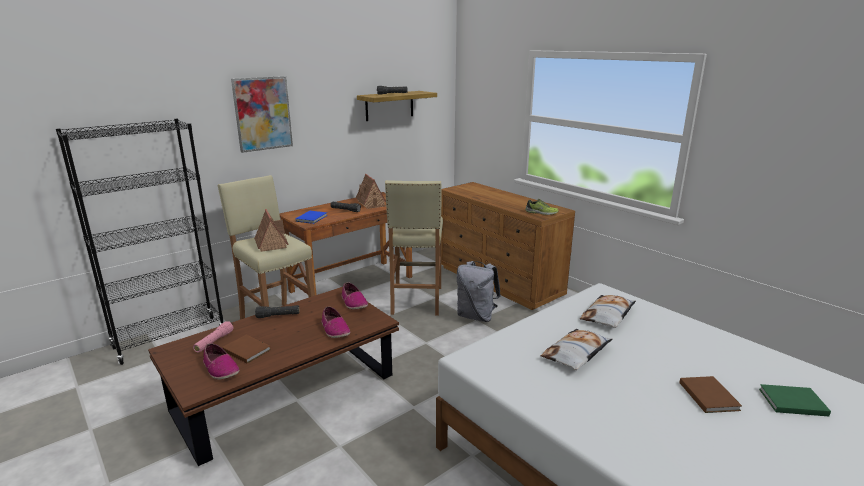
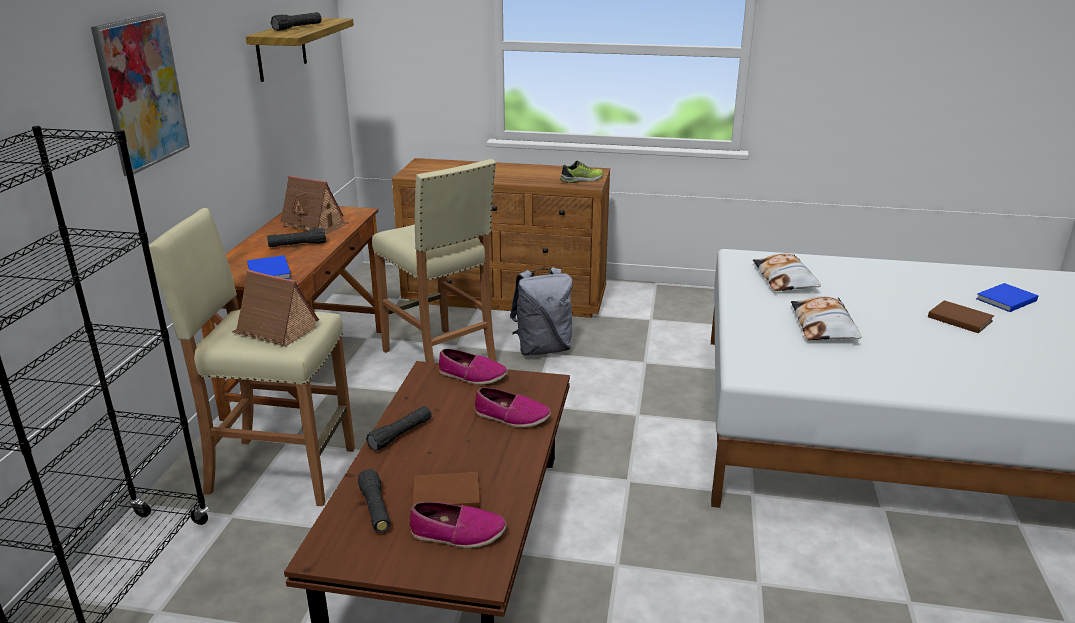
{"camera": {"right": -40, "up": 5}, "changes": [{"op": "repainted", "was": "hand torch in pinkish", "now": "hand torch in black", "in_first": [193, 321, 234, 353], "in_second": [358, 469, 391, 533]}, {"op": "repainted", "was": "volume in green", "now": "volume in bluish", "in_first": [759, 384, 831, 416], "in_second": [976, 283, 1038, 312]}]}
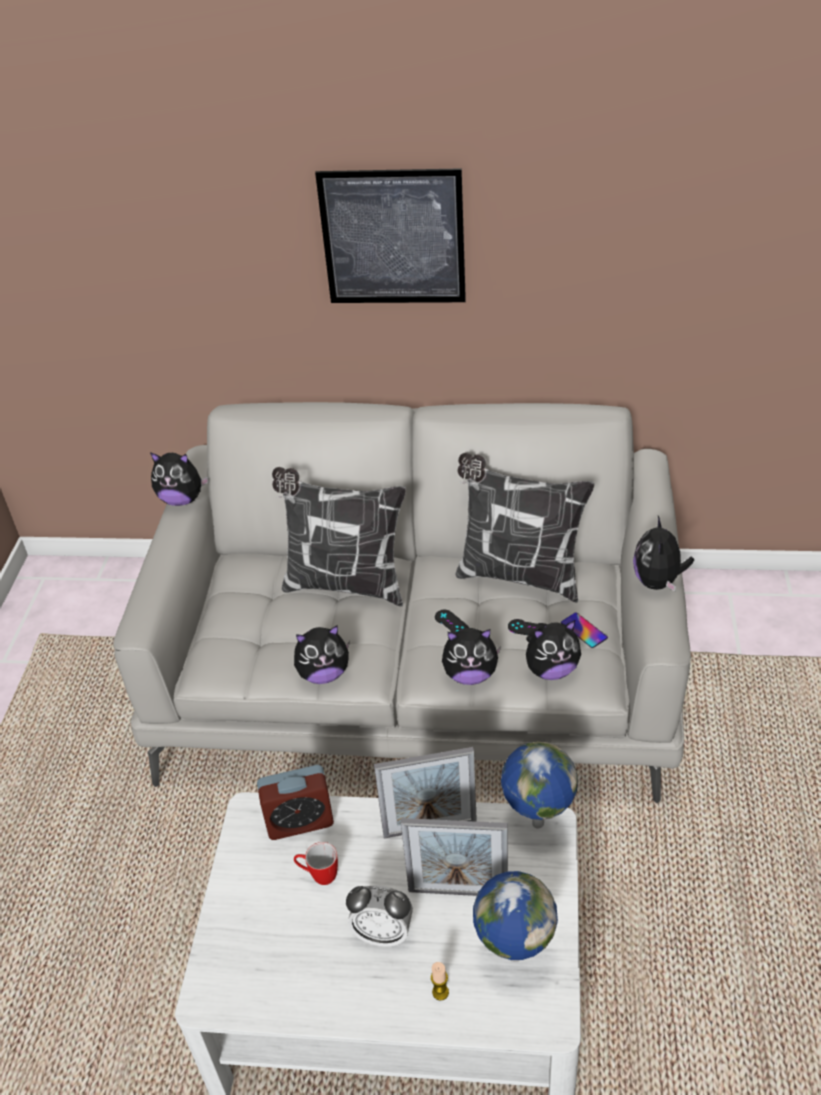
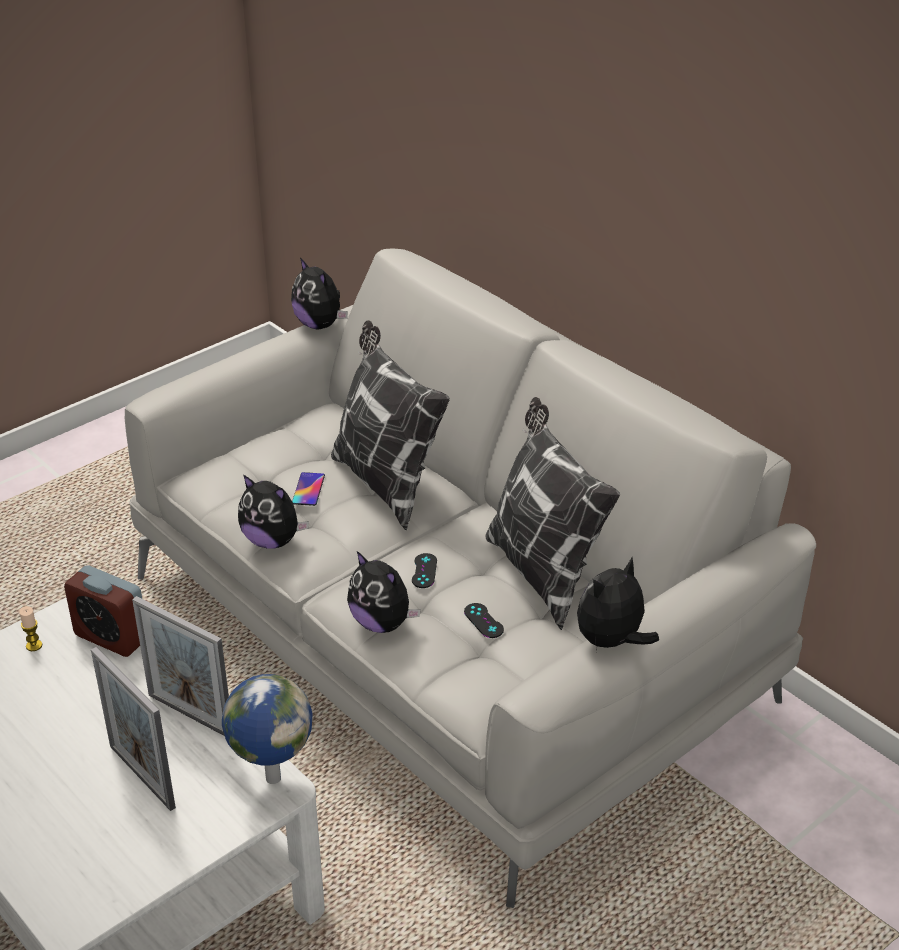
{"camera": {"right": 40, "up": -5}, "changes": [{"op": "shifted", "was": "wax candle", "in_first": [431, 962, 449, 1000], "in_second": [19, 606, 42, 651]}, {"op": "shifted", "was": "phone", "in_first": [561, 612, 608, 648], "in_second": [292, 472, 325, 506]}, {"op": "gone", "was": "tea mug", "in_first": [294, 842, 338, 885]}, {"op": "gone", "was": "picture", "in_first": [315, 168, 466, 303]}, {"op": "gone", "was": "bedside clock", "in_first": [346, 885, 413, 947]}, {"op": "gone", "was": "globe", "in_first": [473, 871, 558, 962]}, {"op": "gone", "was": "soft toy", "in_first": [526, 620, 581, 680]}]}
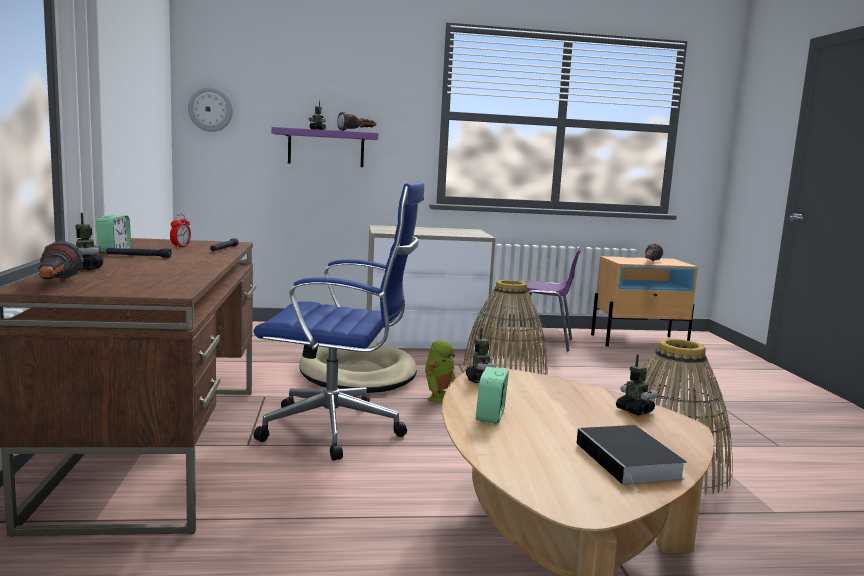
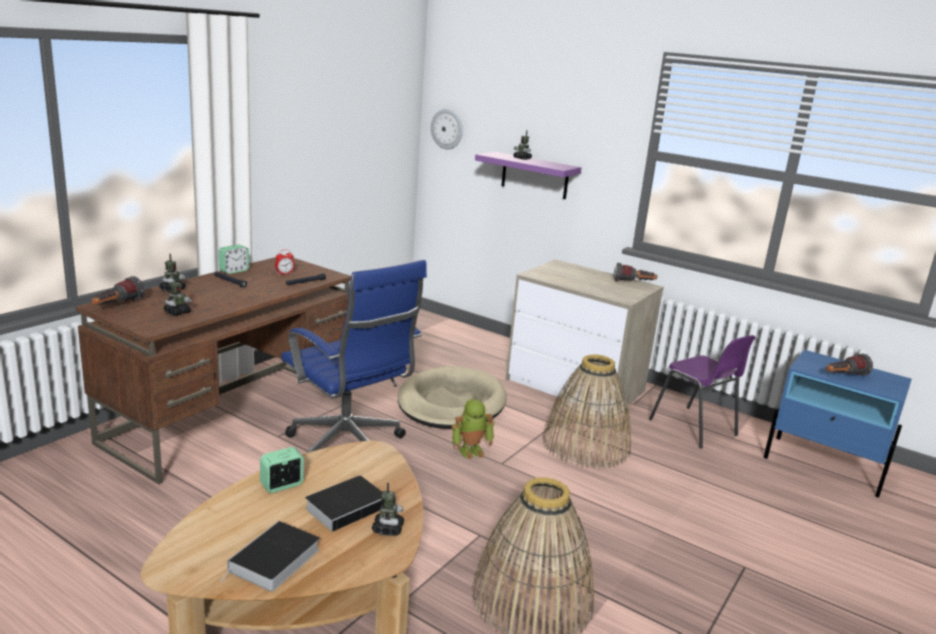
{"camera": {"right": 40, "up": 10}, "changes": [{"op": "shifted", "was": "model robot", "in_first": [465, 328, 496, 383], "in_second": [164, 274, 192, 316]}, {"op": "new", "now": "volume", "in_second": [305, 476, 382, 532]}, {"op": "shifted", "was": "hand torch", "in_first": [338, 112, 376, 131], "in_second": [614, 263, 657, 282]}, {"op": "repainted", "was": "nightstand in sand-coloured", "now": "nightstand in bluish", "in_first": [591, 256, 698, 346], "in_second": [764, 350, 912, 497]}]}
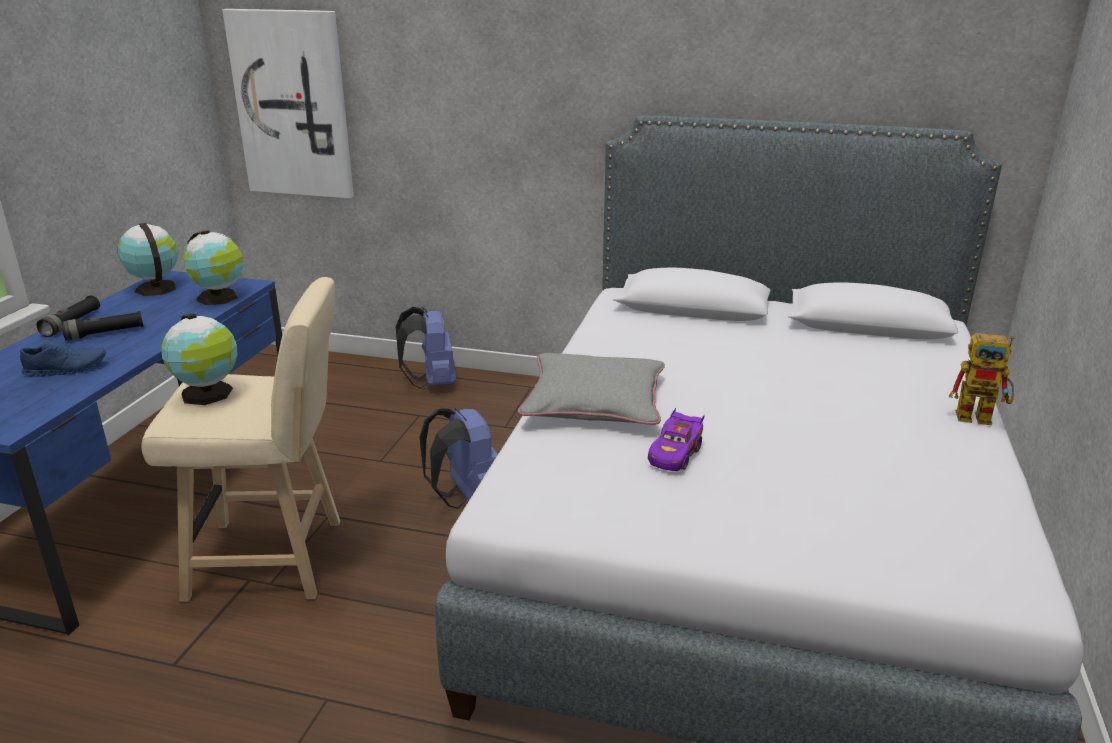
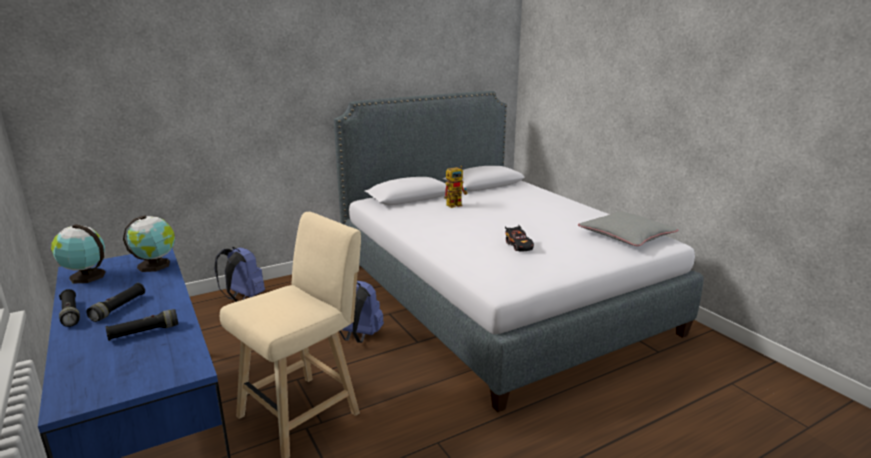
{"camera": {"right": -45, "up": -5}, "changes": [{"op": "swapped", "was": "shoe in bluish", "now": "hand torch in black", "in_first": [20, 339, 106, 377], "in_second": [106, 309, 178, 341]}, {"op": "shifted", "was": "model robot", "in_first": [949, 333, 1015, 425], "in_second": [444, 166, 468, 208]}, {"op": "repainted", "was": "miniature car in purplish", "now": "miniature car in black", "in_first": [648, 408, 705, 471], "in_second": [505, 225, 534, 251]}, {"op": "shifted", "was": "throw pillow in grey", "in_first": [518, 353, 665, 425], "in_second": [578, 211, 678, 246]}, {"op": "gone", "was": "globe", "in_first": [161, 314, 237, 405]}, {"op": "gone", "was": "picture", "in_first": [222, 9, 354, 198]}]}
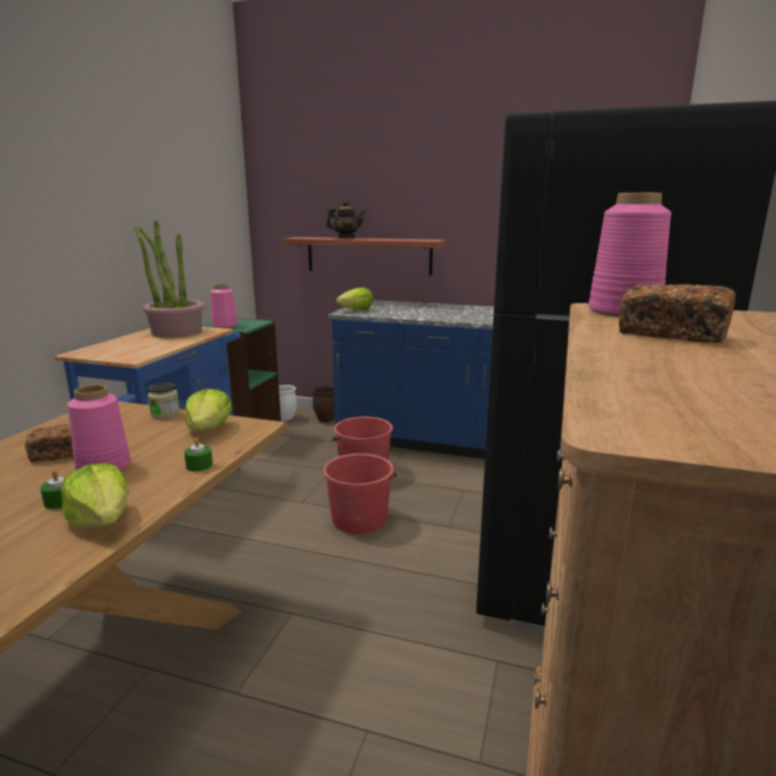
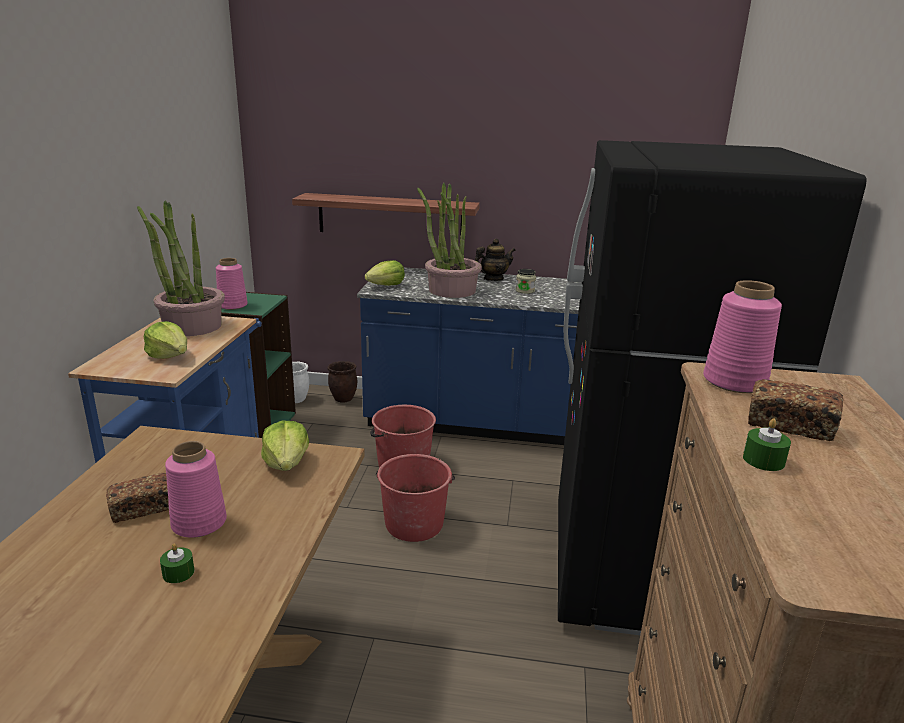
{"camera": {"right": -10, "up": 5}, "changes": [{"op": "shifted", "was": "lettuce", "in_first": [61, 463, 130, 528], "in_second": [144, 321, 187, 359]}, {"op": "new", "now": "houseplant", "in_second": [417, 183, 482, 298]}, {"op": "shifted", "was": "pot for tea", "in_first": [326, 200, 365, 238], "in_second": [475, 238, 516, 281]}, {"op": "shifted", "was": "jar", "in_first": [148, 383, 180, 419], "in_second": [516, 269, 536, 294]}, {"op": "shifted", "was": "wax candle in green", "in_first": [184, 437, 213, 472], "in_second": [743, 418, 791, 471]}]}
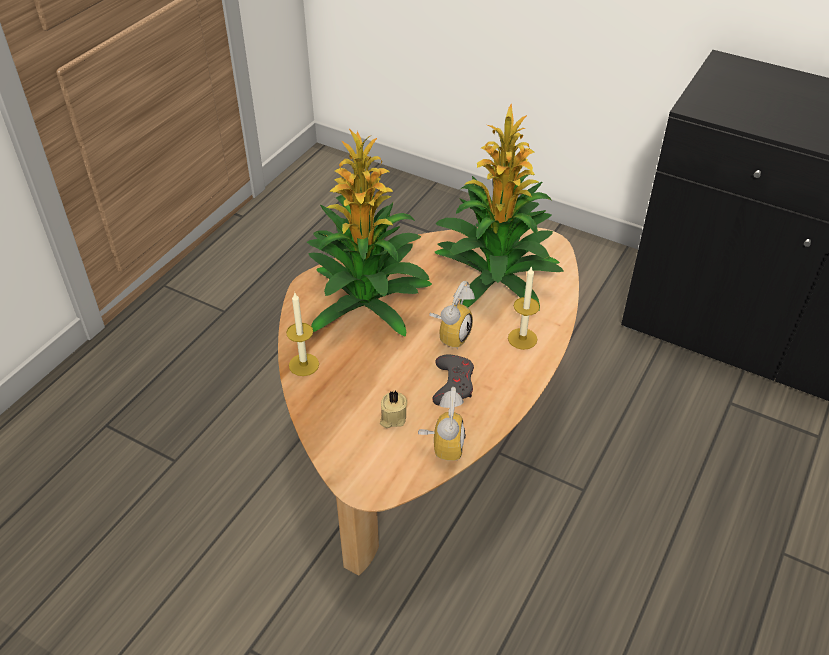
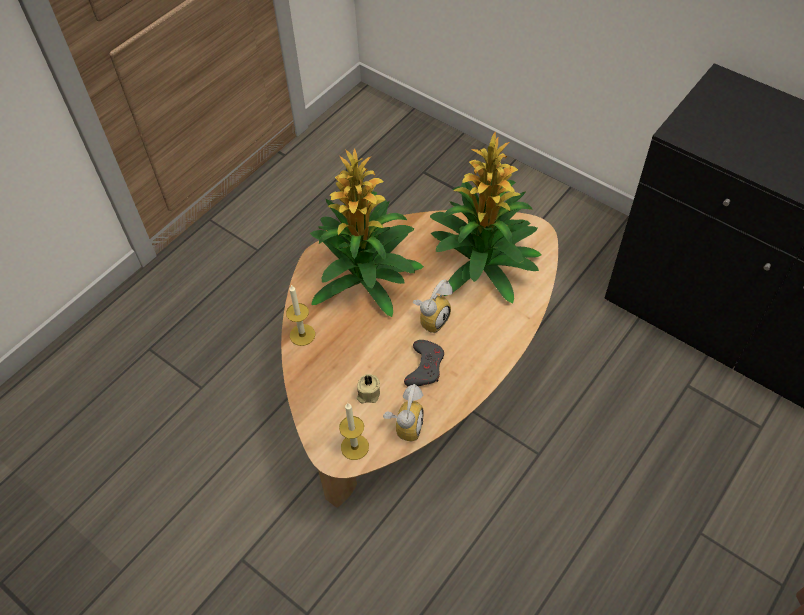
{"camera": {"right": 10, "up": 10}, "changes": [{"op": "shifted", "was": "wax candle", "in_first": [508, 266, 540, 350], "in_second": [339, 403, 369, 460]}]}
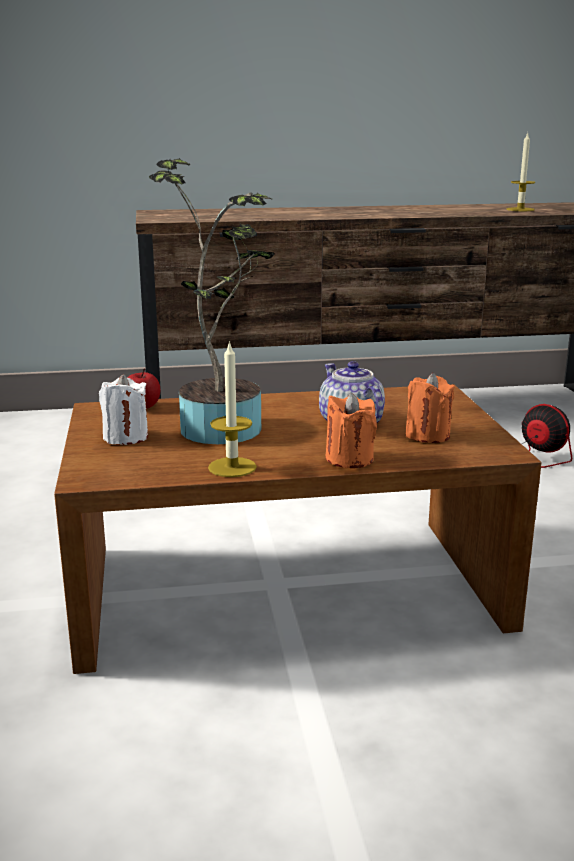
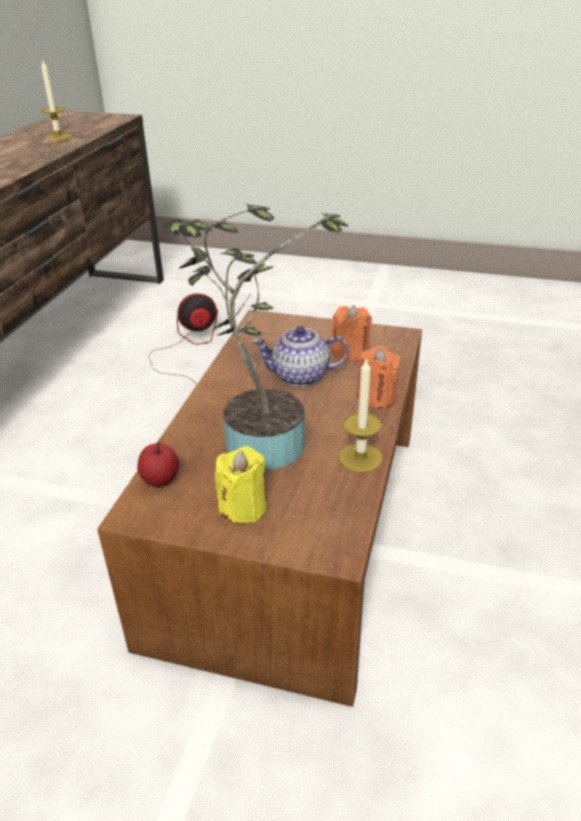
{"camera": {"right": -65, "up": 15}, "changes": [{"op": "repainted", "was": "wax candle in white", "now": "wax candle in yellowish", "in_first": [99, 374, 148, 445], "in_second": [215, 446, 267, 523]}]}
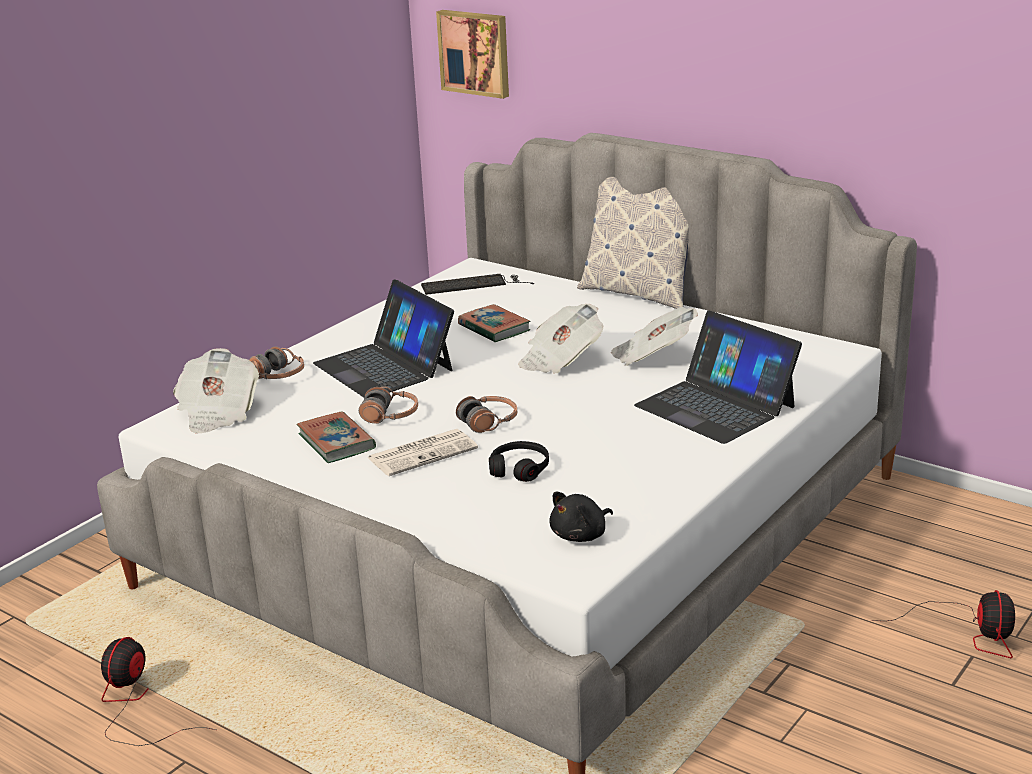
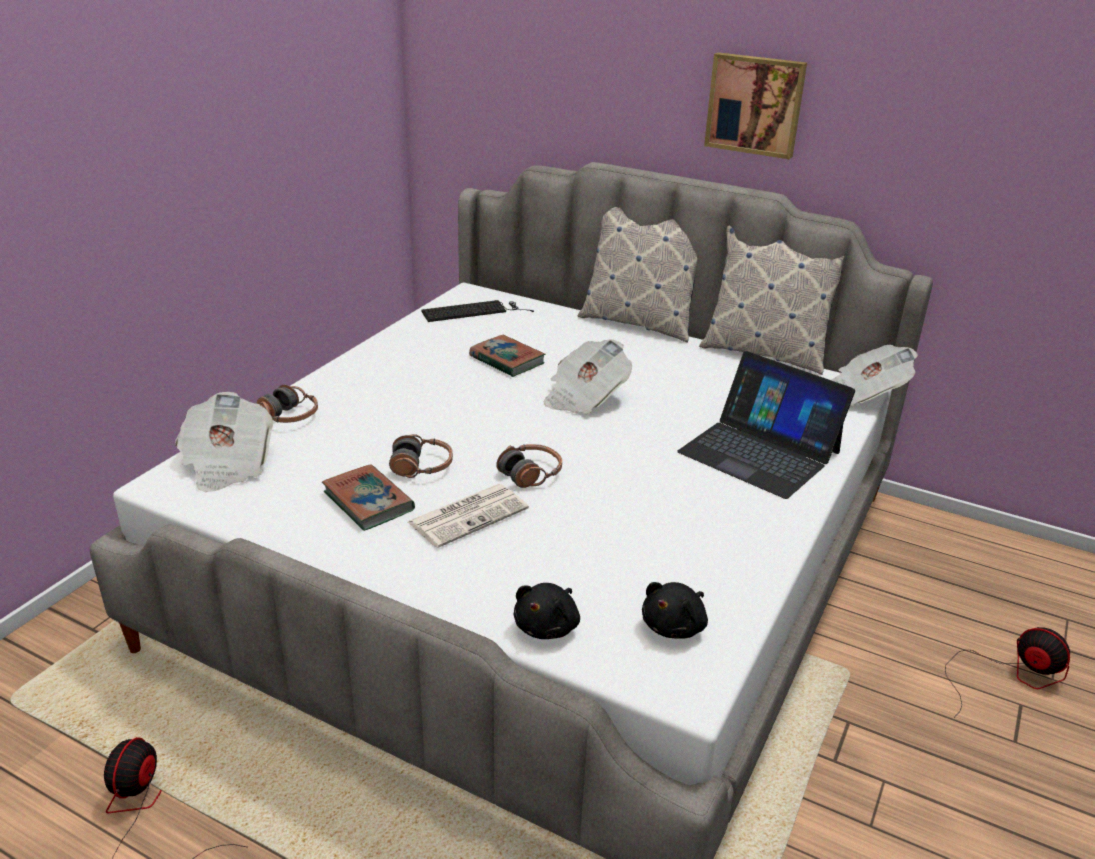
{"camera": {"right": -10, "up": 5}, "changes": [{"op": "new", "now": "soft toy in black", "in_second": [513, 583, 580, 639]}, {"op": "new", "now": "throw pillow", "in_second": [699, 225, 844, 375]}, {"op": "shifted", "was": "picture", "in_first": [436, 10, 509, 99], "in_second": [704, 52, 807, 159]}, {"op": "shifted", "was": "printed paper", "in_first": [611, 307, 698, 366], "in_second": [831, 344, 918, 406]}, {"op": "rotated", "was": "electric fan", "in_first": [872, 590, 1015, 658], "in_second": [945, 627, 1070, 718], "clockwise": -45}, {"op": "gone", "was": "laptop", "in_first": [313, 279, 454, 397]}, {"op": "gone", "was": "pair of headphones in black", "in_first": [489, 441, 549, 482]}]}
